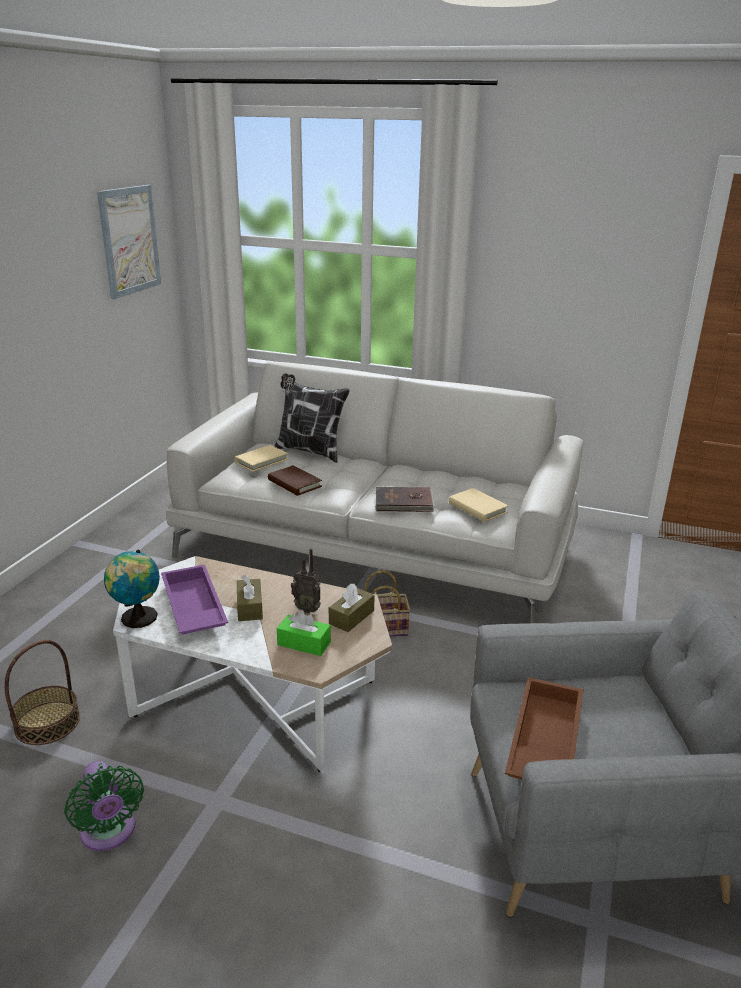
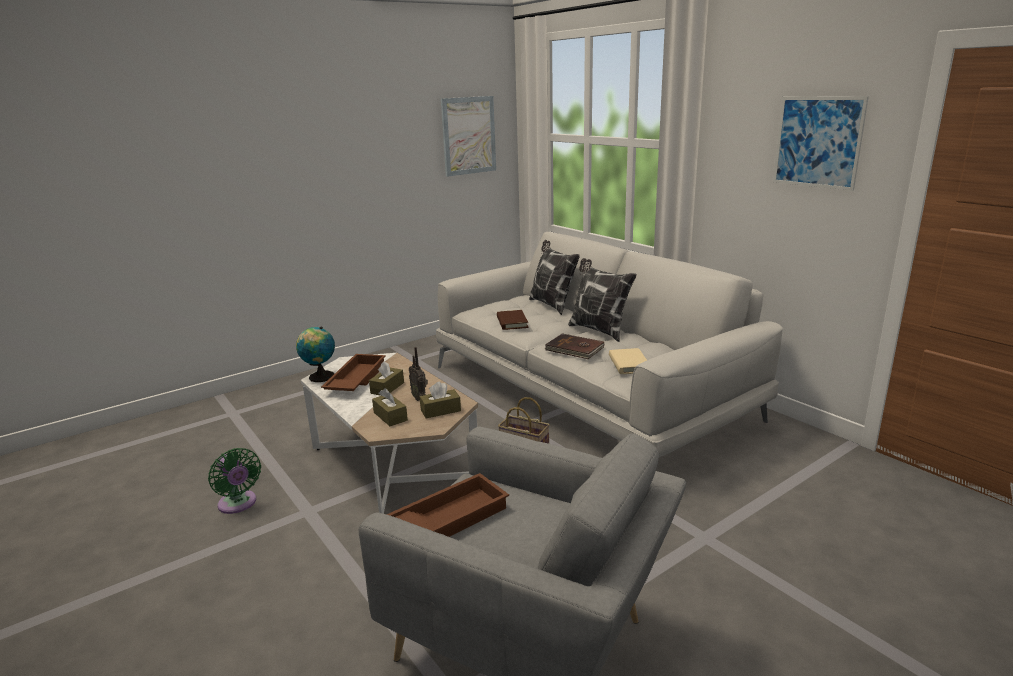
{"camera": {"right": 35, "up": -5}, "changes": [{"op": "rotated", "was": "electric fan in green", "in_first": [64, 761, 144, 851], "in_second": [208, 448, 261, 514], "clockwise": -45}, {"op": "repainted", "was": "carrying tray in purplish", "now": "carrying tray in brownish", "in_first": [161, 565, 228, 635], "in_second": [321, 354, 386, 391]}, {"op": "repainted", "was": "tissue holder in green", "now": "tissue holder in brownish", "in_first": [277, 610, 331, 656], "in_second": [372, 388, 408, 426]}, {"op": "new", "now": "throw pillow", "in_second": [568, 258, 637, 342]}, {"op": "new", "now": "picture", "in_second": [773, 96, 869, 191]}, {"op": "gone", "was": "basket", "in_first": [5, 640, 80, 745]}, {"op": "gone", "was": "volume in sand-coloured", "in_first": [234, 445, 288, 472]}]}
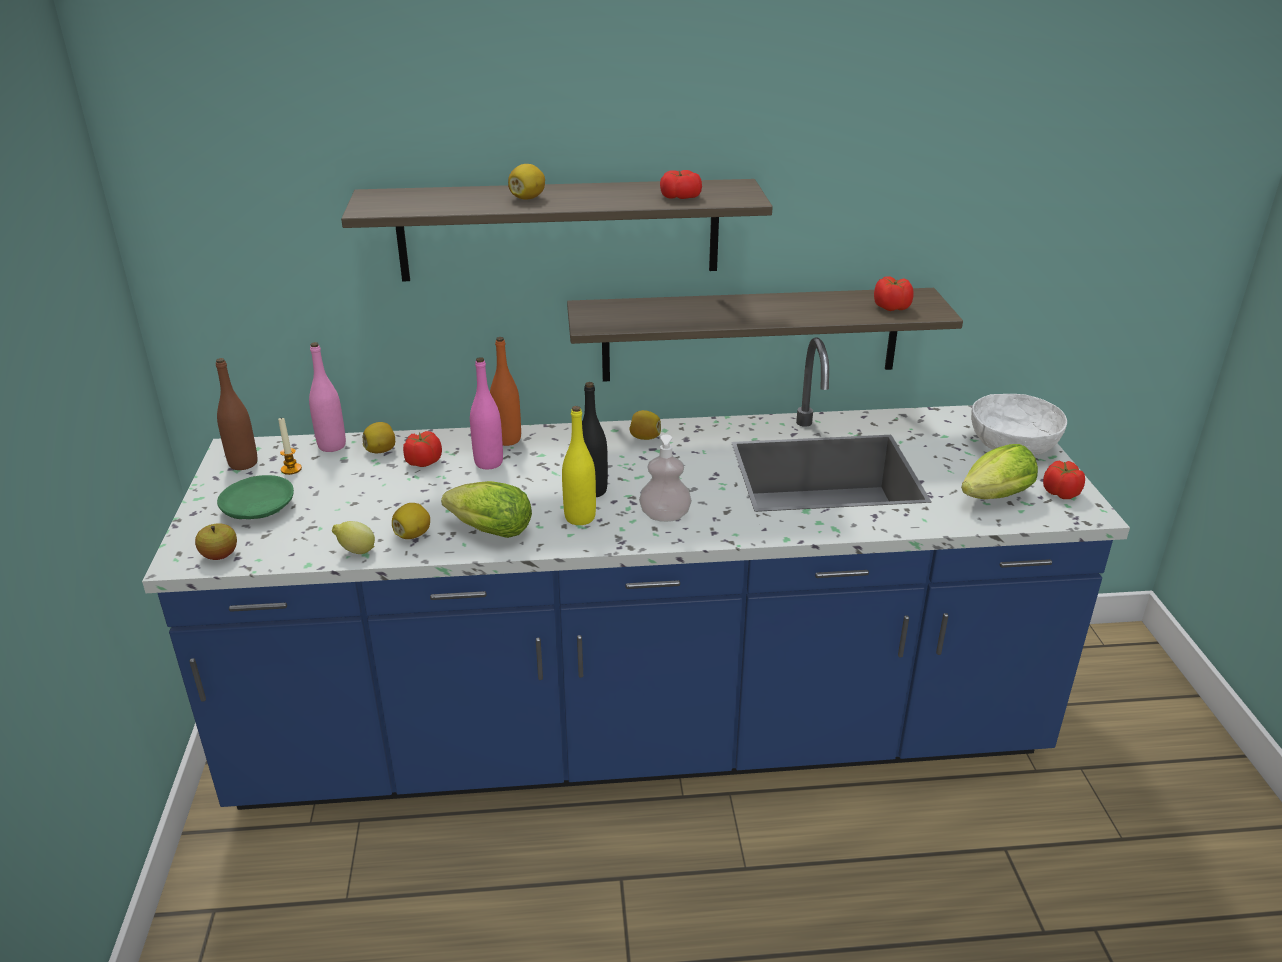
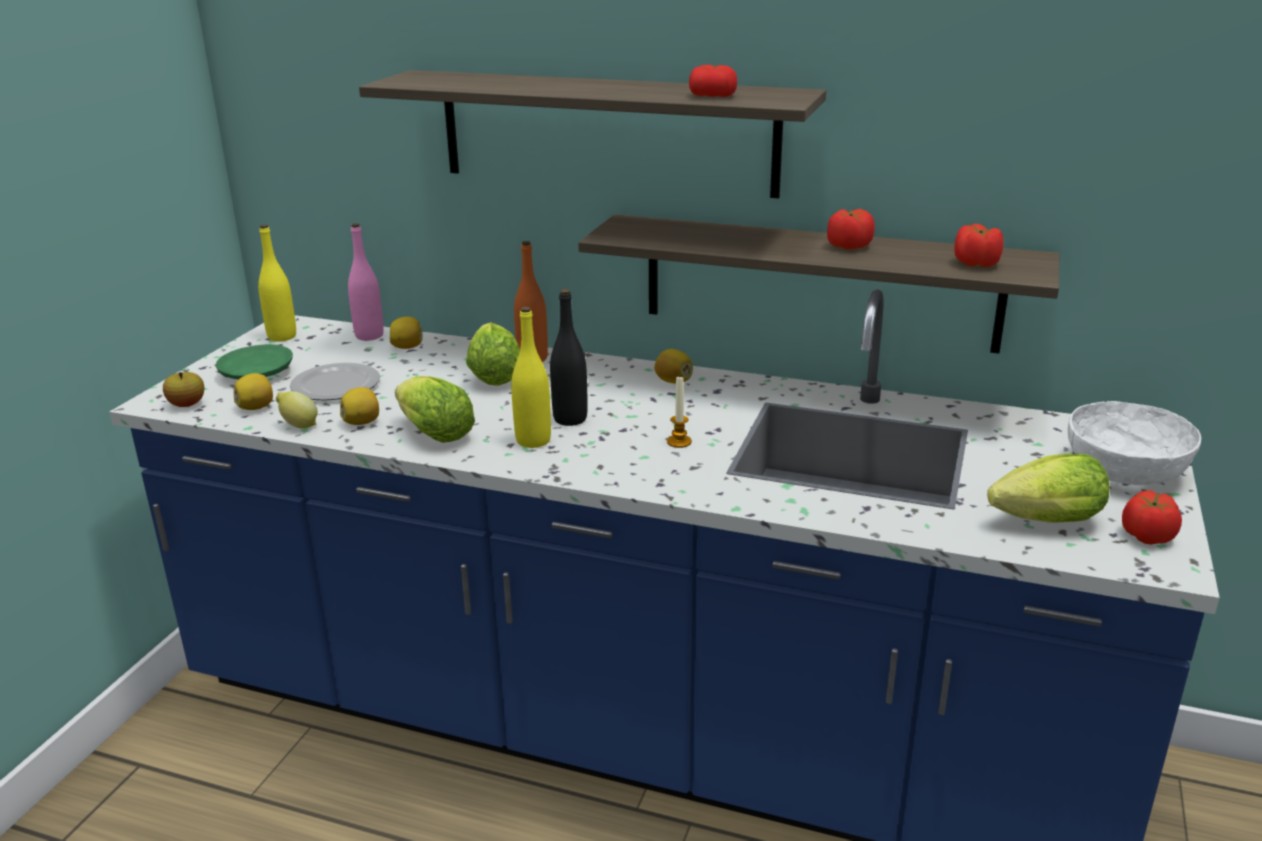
{"camera": {"right": 25, "up": -5}, "changes": [{"op": "shifted", "was": "lemon", "in_first": [508, 164, 545, 200], "in_second": [234, 373, 273, 410]}, {"op": "repainted", "was": "drink bottle in brownish", "now": "drink bottle in yellowish", "in_first": [216, 358, 258, 470], "in_second": [258, 224, 296, 342]}, {"op": "new", "now": "flat dish", "in_second": [290, 363, 380, 401]}, {"op": "swapped", "was": "drink bottle in pinkish", "now": "lettuce", "in_first": [470, 357, 503, 469], "in_second": [466, 322, 520, 386]}, {"op": "shifted", "was": "wax candle", "in_first": [278, 418, 302, 475], "in_second": [667, 376, 692, 448]}, {"op": "shifted", "was": "tomato", "in_first": [403, 431, 442, 467], "in_second": [827, 209, 875, 250]}, {"op": "gone", "was": "liquid soap bottle", "in_first": [639, 435, 692, 522]}]}
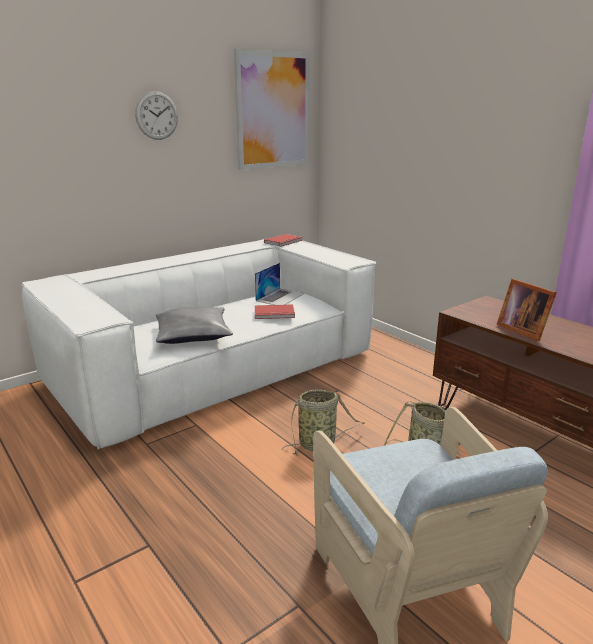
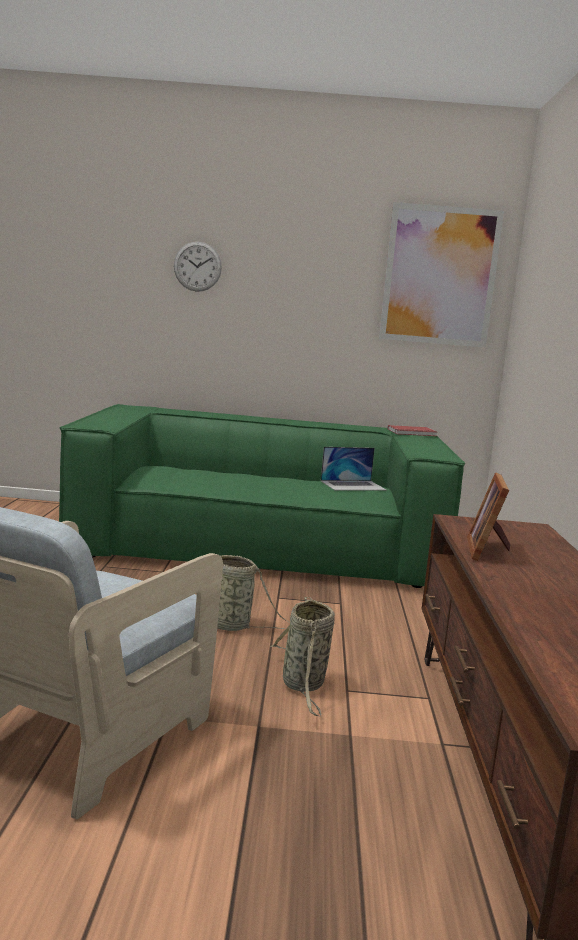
{"camera": {"right": 40, "up": -10}, "changes": [{"op": "repainted", "was": "settee in white", "now": "settee in green", "in_first": [21, 239, 377, 449], "in_second": [59, 404, 465, 588]}, {"op": "shifted", "was": "wall clock", "in_first": [135, 91, 178, 140], "in_second": [174, 242, 222, 292]}, {"op": "gone", "was": "throw pillow in grey", "in_first": [156, 307, 233, 344]}, {"op": "gone", "was": "volume in reddish", "in_first": [255, 304, 295, 319]}]}
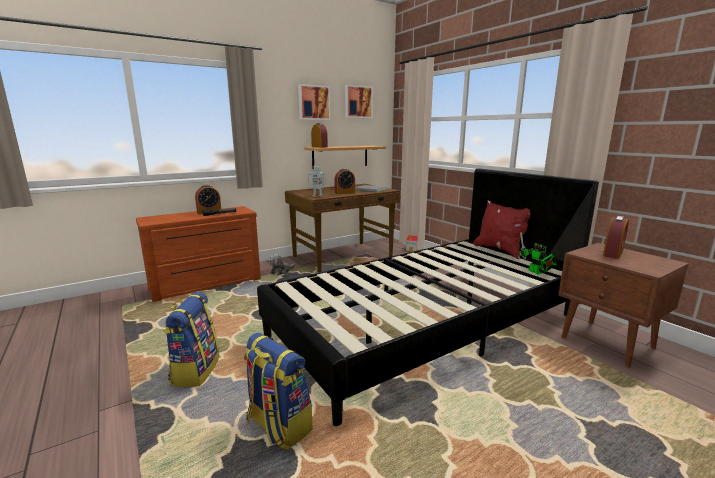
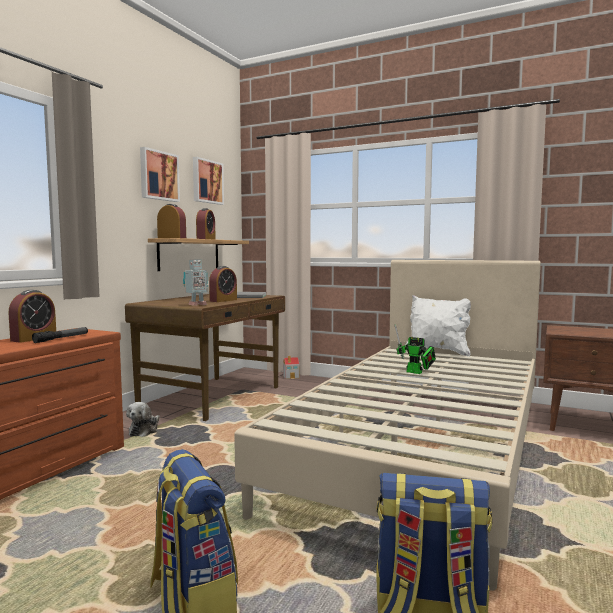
{"camera": {"right": -30, "up": -10}, "changes": [{"op": "shifted", "was": "bedside clock", "in_first": [603, 216, 629, 259], "in_second": [196, 208, 216, 240]}, {"op": "repainted", "was": "bedroom bed in black", "now": "bedroom bed in sand-coloured", "in_first": [257, 168, 599, 426], "in_second": [234, 260, 541, 591]}, {"op": "shifted", "was": "model robot", "in_first": [519, 232, 557, 274], "in_second": [395, 325, 436, 374]}, {"op": "repainted", "was": "throw pillow in reddish", "now": "throw pillow in white", "in_first": [473, 200, 530, 259], "in_second": [406, 295, 471, 357]}]}
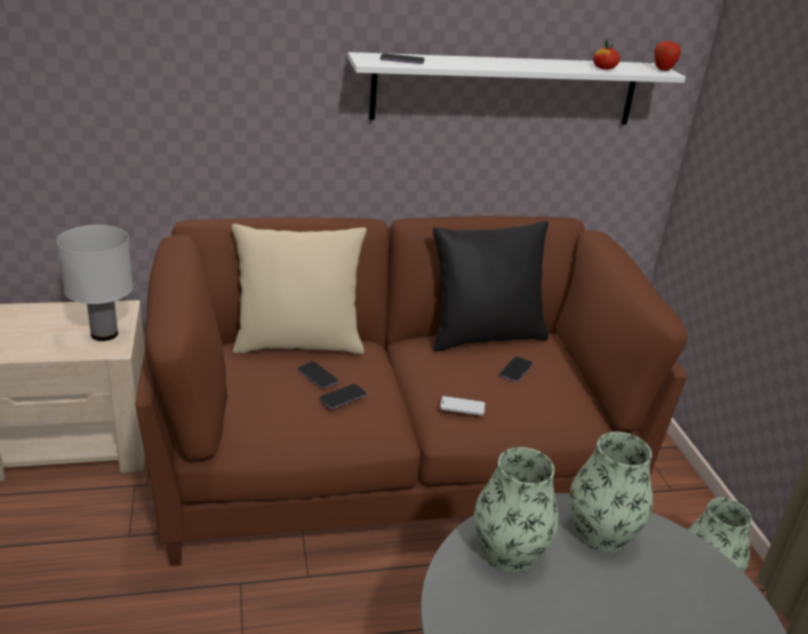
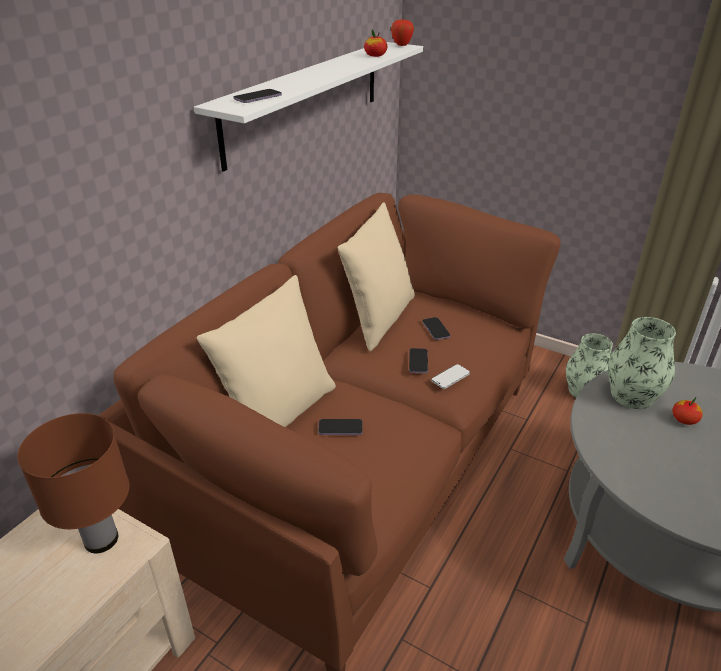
{"camera": {"right": -45, "up": 5}, "changes": [{"op": "repainted", "was": "lamp for a table in white", "now": "lamp for a table in brownish", "in_first": [57, 225, 133, 341], "in_second": [17, 413, 129, 553]}, {"op": "repainted", "was": "throw pillow in black", "now": "throw pillow in sand-coloured", "in_first": [433, 221, 549, 352], "in_second": [338, 203, 415, 352]}, {"op": "shifted", "was": "phone", "in_first": [320, 384, 366, 409], "in_second": [409, 348, 428, 373]}, {"op": "new", "now": "whole apple", "in_second": [672, 397, 703, 425]}, {"op": "gone", "was": "decorative vase", "in_first": [474, 447, 559, 573]}]}
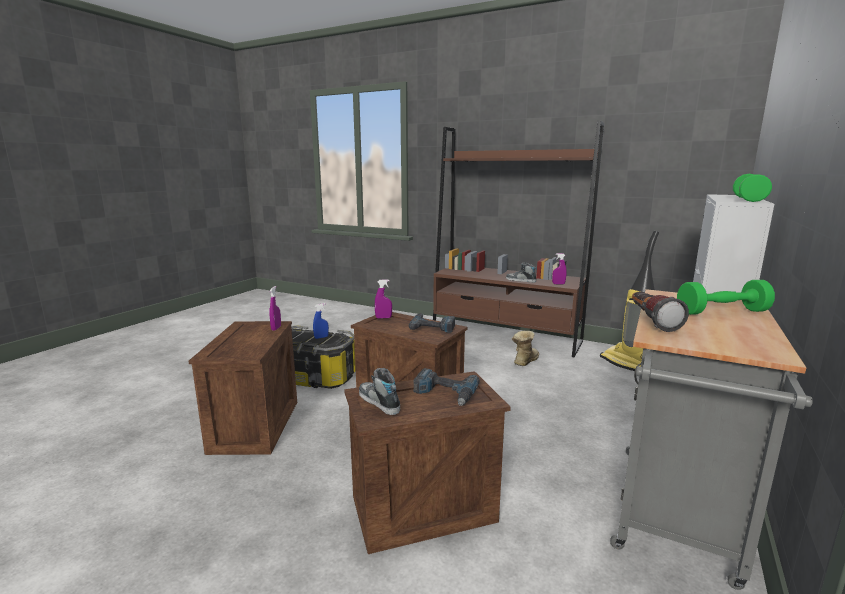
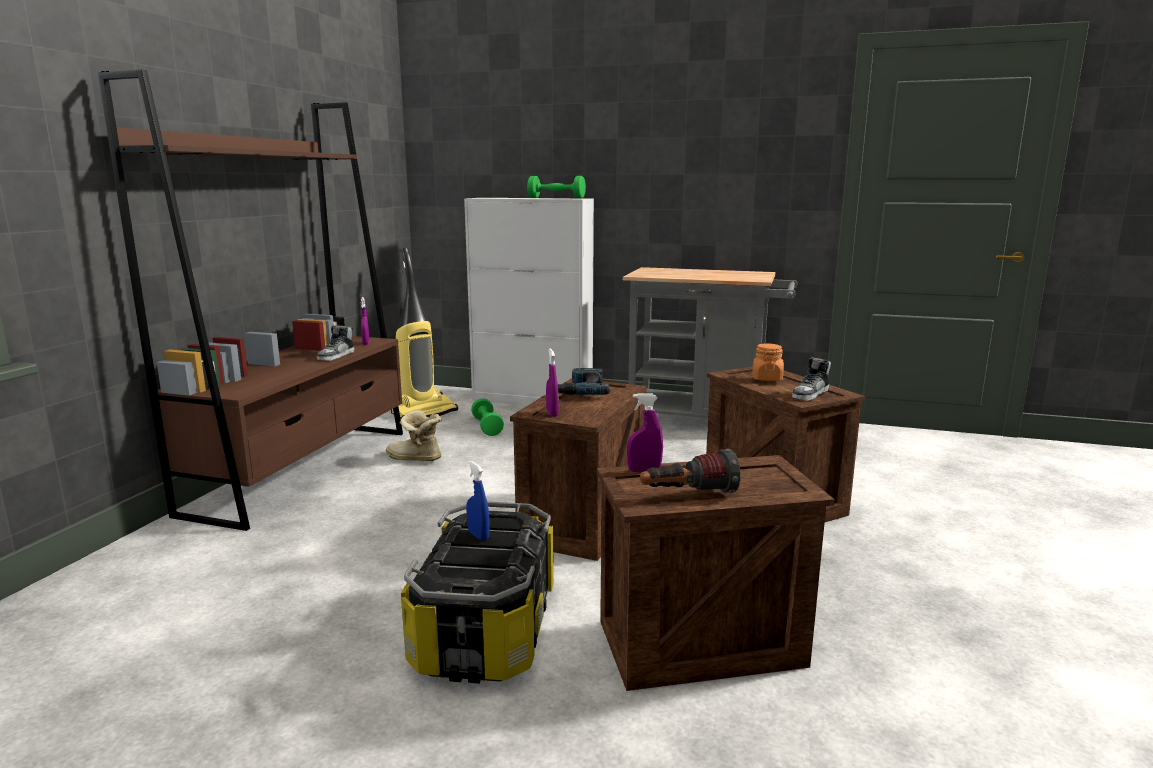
{"camera": {"right": -100, "up": 0}, "changes": [{"op": "shifted", "was": "free weight in green", "in_first": [677, 280, 775, 315], "in_second": [471, 398, 504, 436]}, {"op": "shifted", "was": "hand torch", "in_first": [632, 292, 689, 332], "in_second": [640, 449, 741, 493]}, {"op": "swapped", "was": "power drill", "now": "jar in orangey", "in_first": [413, 368, 479, 406], "in_second": [752, 344, 784, 381]}]}
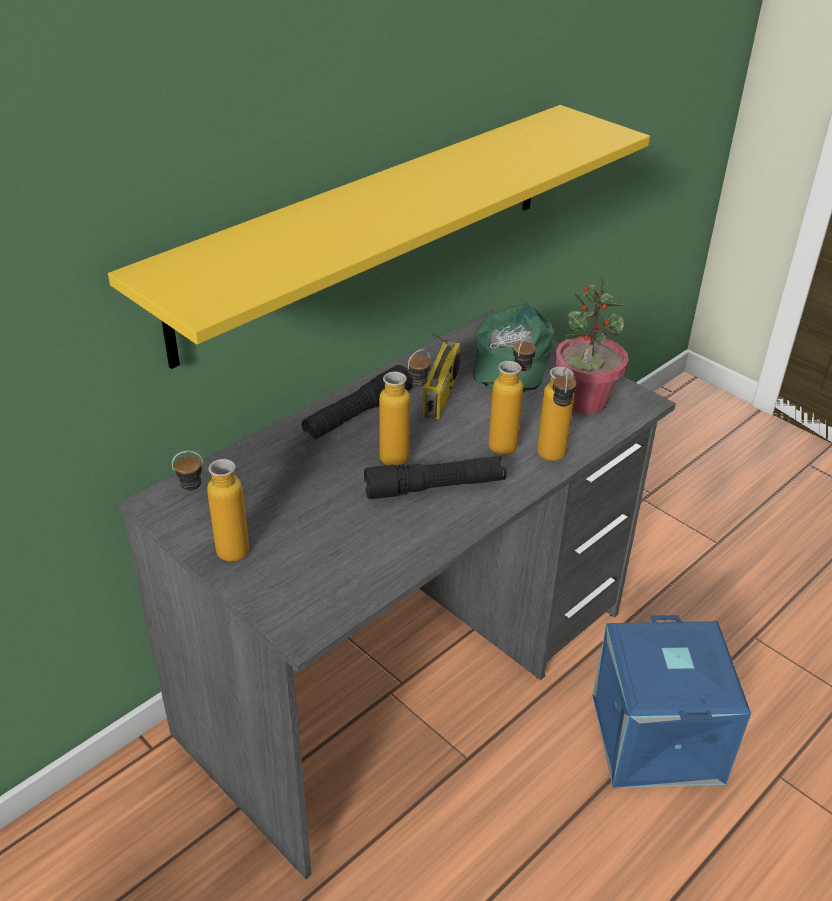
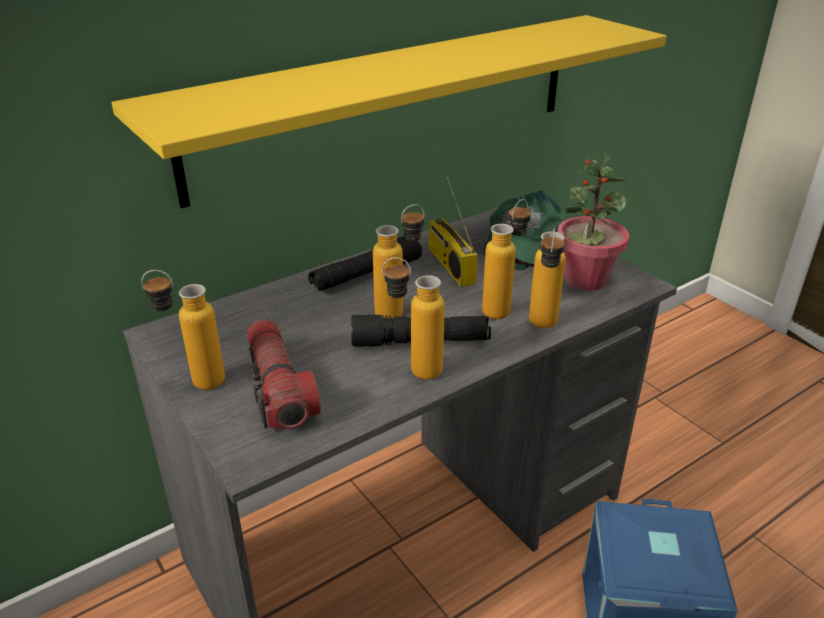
{"camera": {"right": 10, "up": -5}, "changes": [{"op": "new", "now": "hand torch", "in_second": [247, 319, 321, 429]}, {"op": "new", "now": "drink bottle", "in_second": [382, 257, 445, 380]}, {"op": "rotated", "was": "radio set", "in_first": [423, 332, 460, 419], "in_second": [429, 177, 477, 287], "clockwise": 135}]}
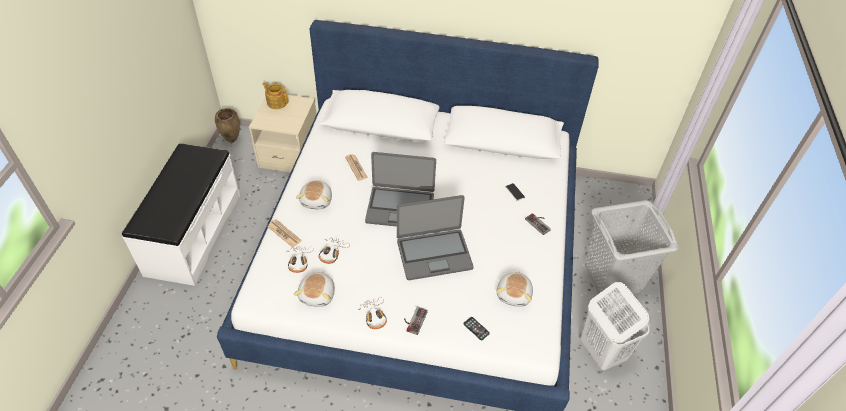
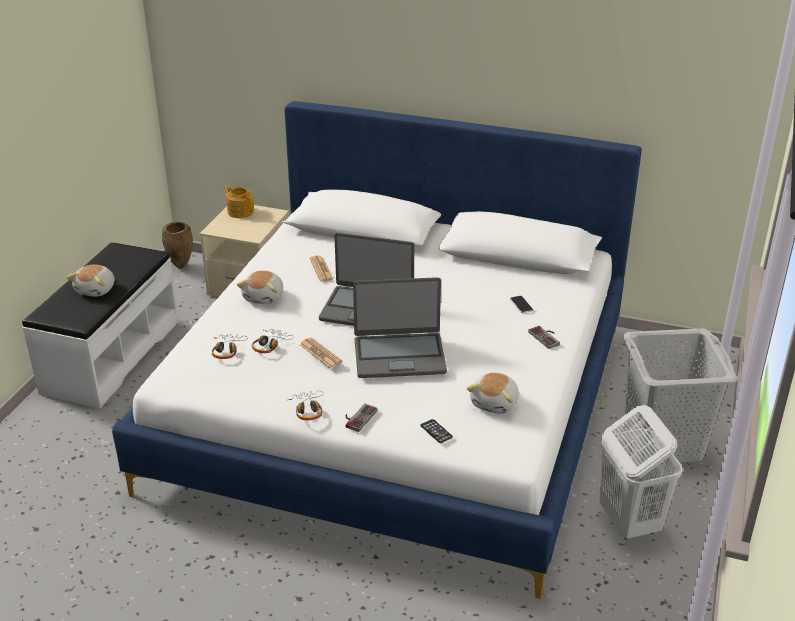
{"camera": {"right": 10, "up": -15}, "changes": [{"op": "shifted", "was": "soft toy", "in_first": [294, 271, 335, 307], "in_second": [66, 265, 114, 297]}, {"op": "shifted", "was": "printed paper", "in_first": [267, 219, 302, 247], "in_second": [300, 337, 343, 368]}]}
